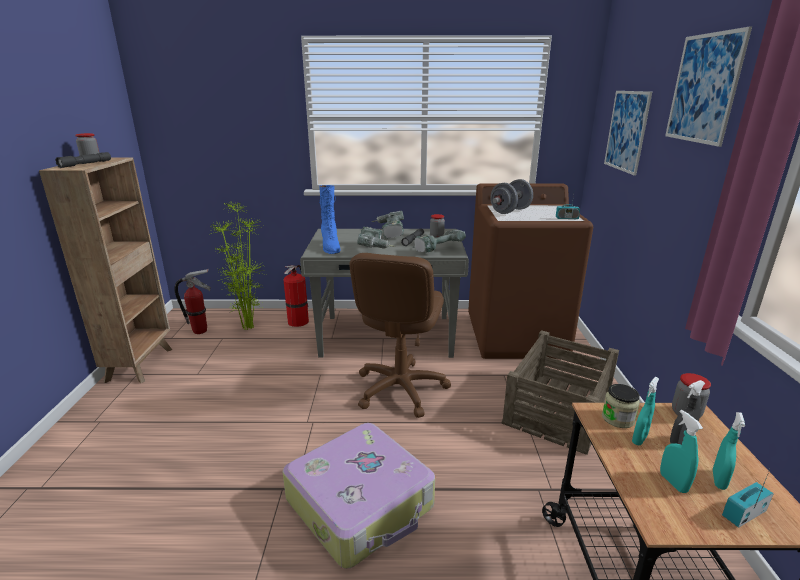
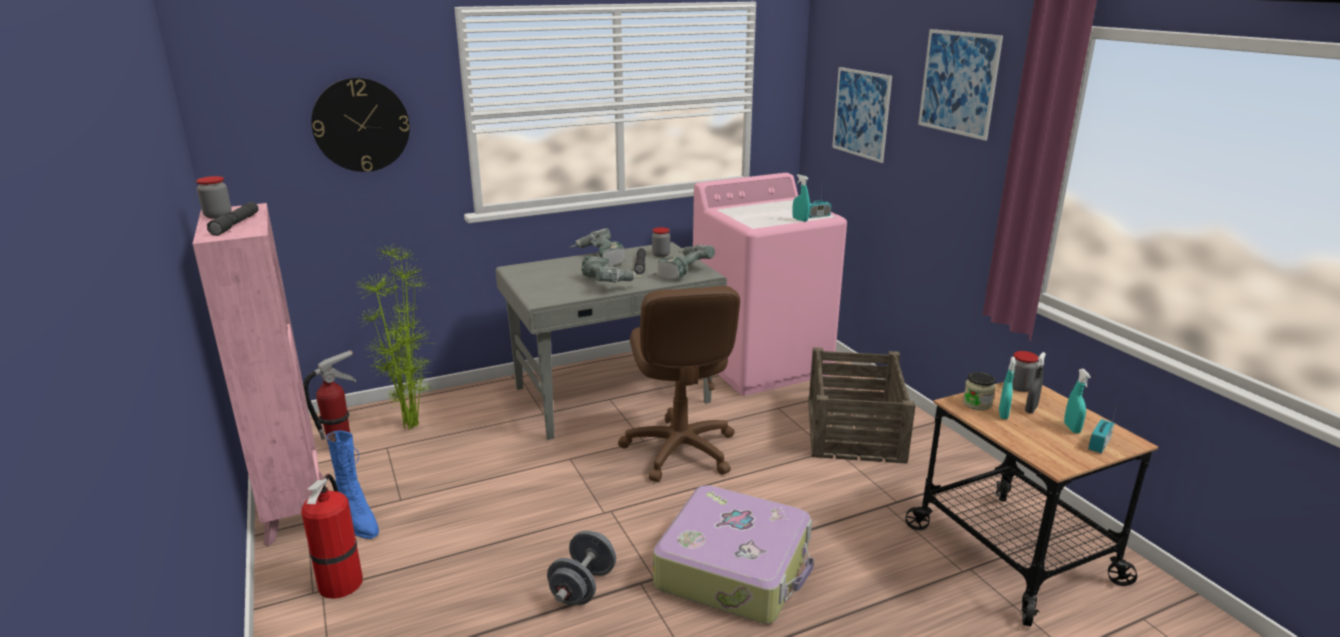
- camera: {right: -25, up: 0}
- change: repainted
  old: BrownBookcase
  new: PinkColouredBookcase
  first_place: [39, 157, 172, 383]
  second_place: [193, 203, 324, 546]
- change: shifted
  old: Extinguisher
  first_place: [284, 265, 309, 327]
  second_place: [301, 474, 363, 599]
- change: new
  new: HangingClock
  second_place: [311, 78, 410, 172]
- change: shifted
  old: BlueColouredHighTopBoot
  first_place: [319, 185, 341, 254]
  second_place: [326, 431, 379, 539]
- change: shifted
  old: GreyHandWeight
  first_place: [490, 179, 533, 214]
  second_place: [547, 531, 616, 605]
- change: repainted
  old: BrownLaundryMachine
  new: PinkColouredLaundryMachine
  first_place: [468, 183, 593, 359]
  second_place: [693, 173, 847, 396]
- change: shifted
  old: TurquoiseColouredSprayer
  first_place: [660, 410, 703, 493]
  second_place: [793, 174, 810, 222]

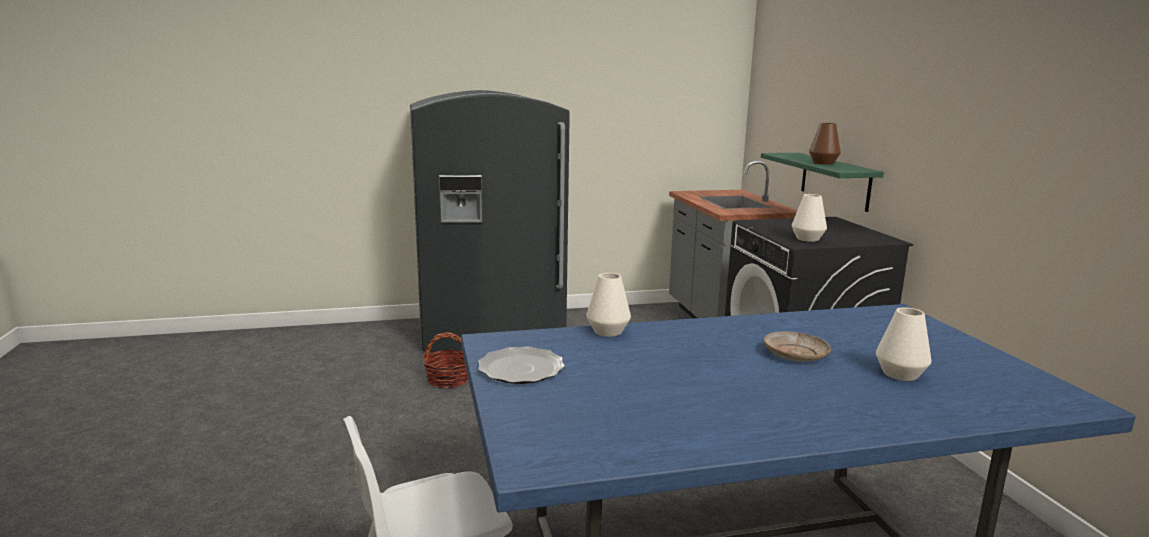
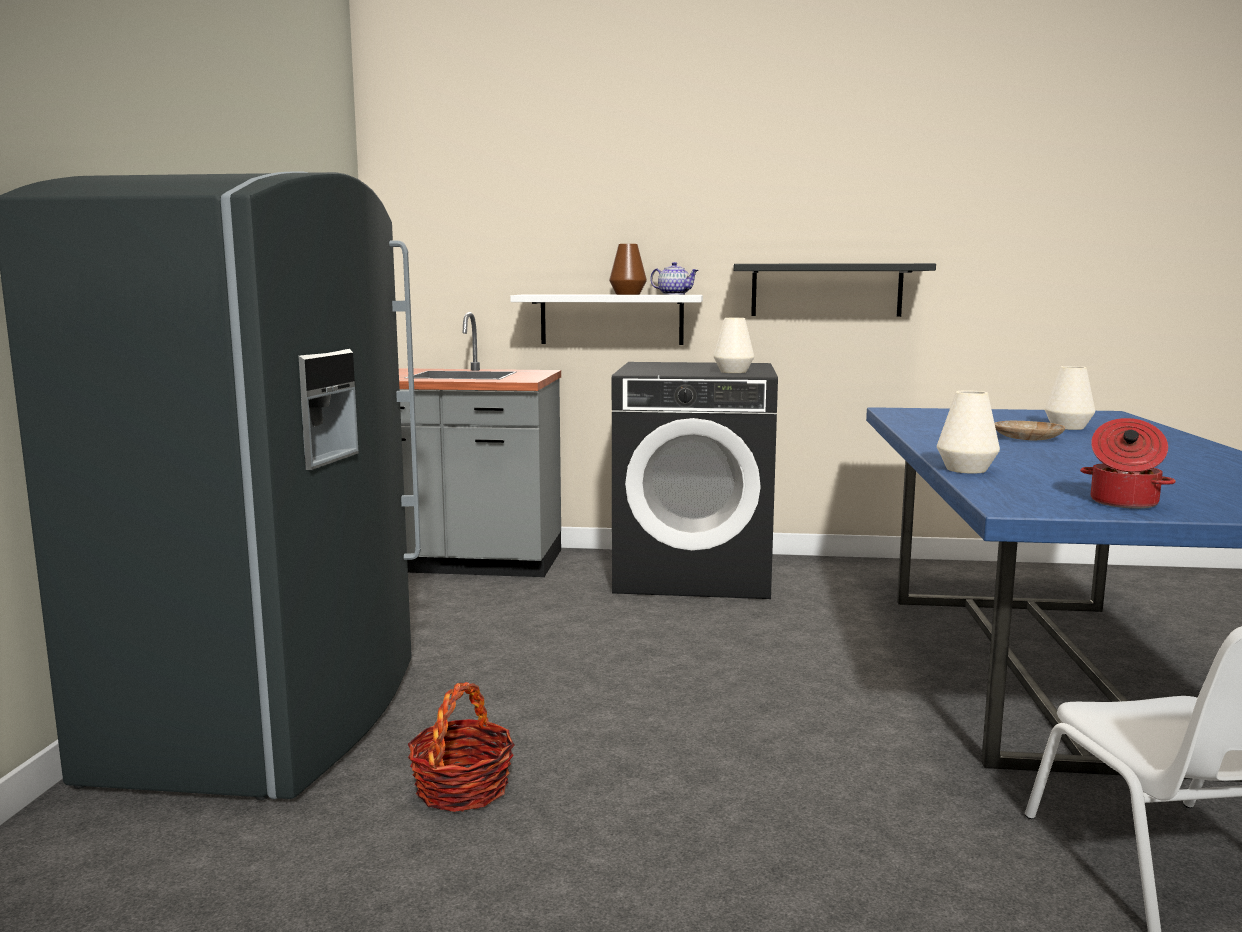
- camera: {right: -70, up: -5}
- change: repainted
  old: GreenWallShelf
  new: WhitishWallShelf
  first_place: [761, 153, 884, 212]
  second_place: [510, 294, 703, 345]
- change: new
  new: Teapot
  second_place: [650, 262, 699, 295]
- change: new
  new: BlackWallShelf
  second_place: [733, 263, 936, 317]
- change: swapped
  old: FlatDish
  new: Stockpot
  first_place: [478, 347, 565, 384]
  second_place: [1080, 418, 1176, 509]

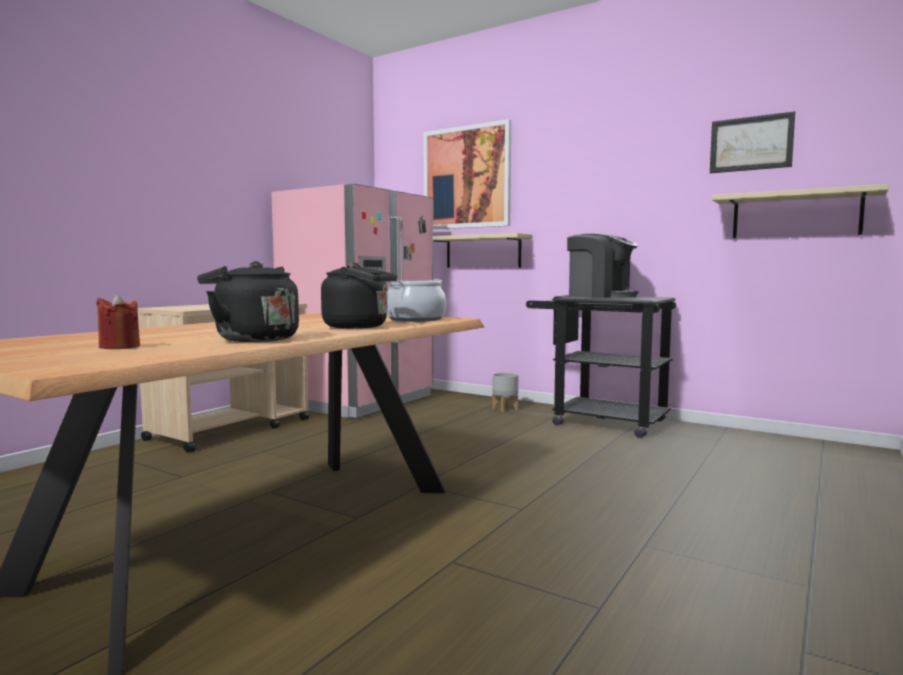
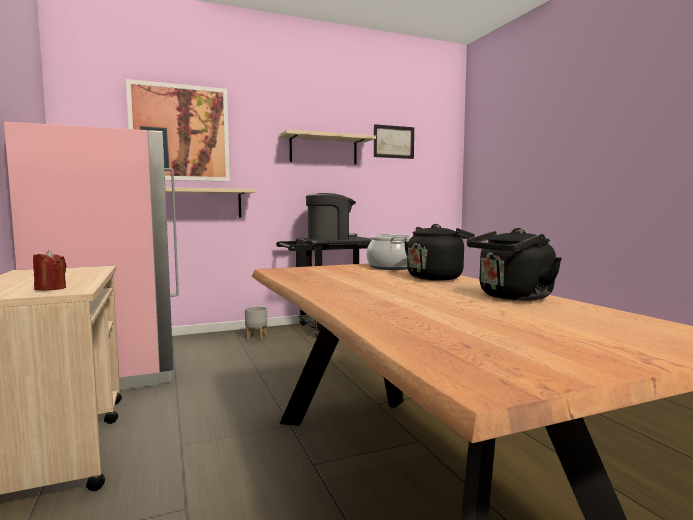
- camera: {right: -55, up: 0}
- change: shifted
  old: ReddishWaxLight
  first_place: [96, 294, 140, 349]
  second_place: [33, 250, 67, 290]
- change: shifted
  old: SandColouredWallShelf
  first_place: [712, 184, 889, 238]
  second_place: [279, 130, 376, 165]

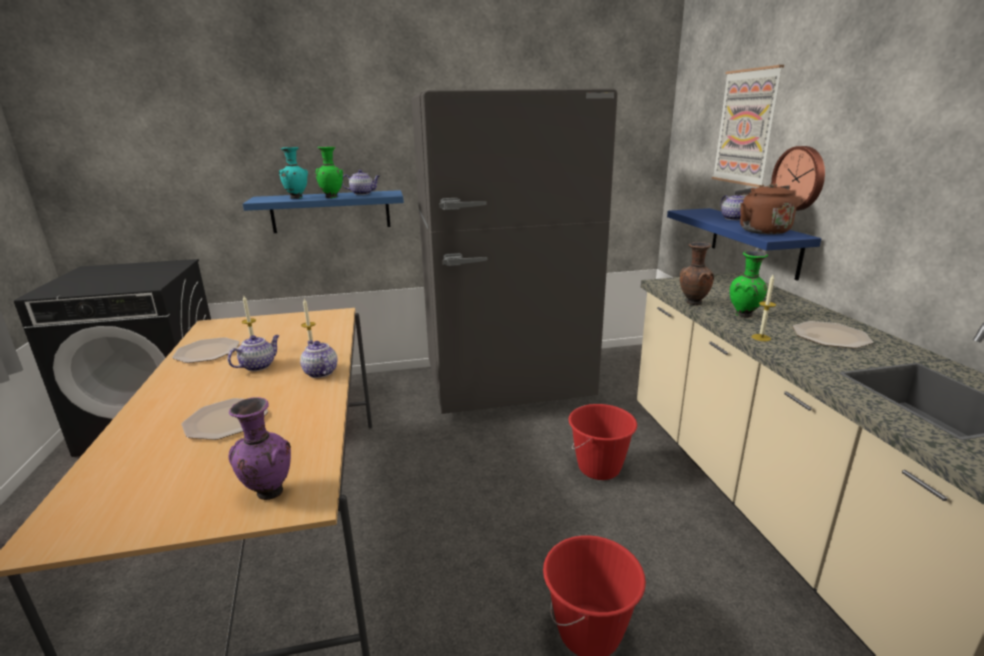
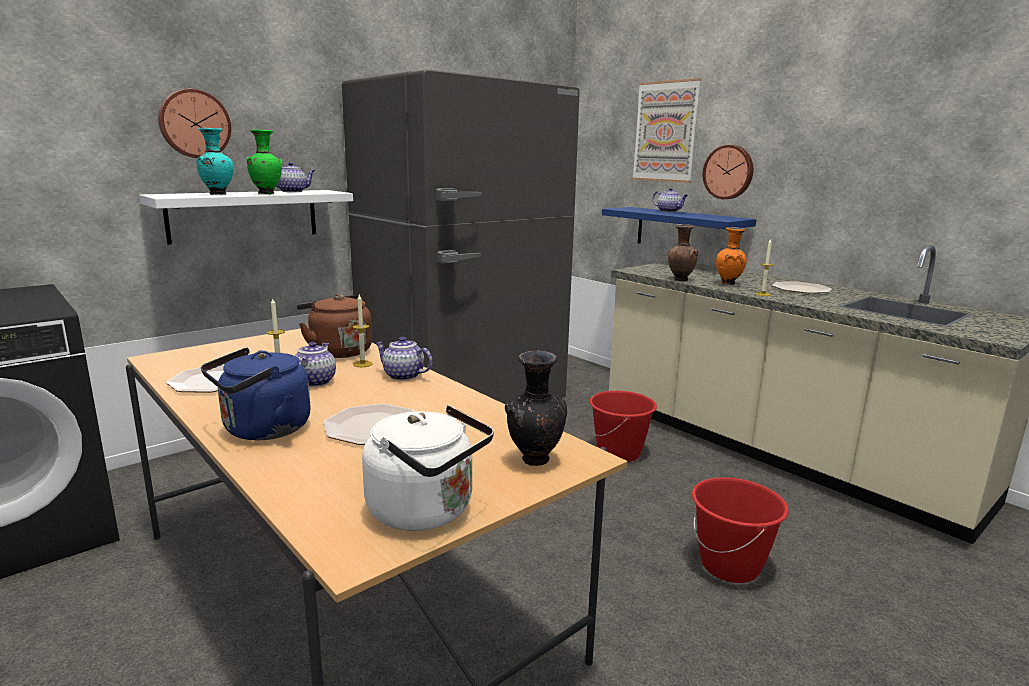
- camera: {right: -30, up: -5}
- change: repainted
  old: BlueColouredWallShelf
  new: WhitishWallShelf
  first_place: [243, 190, 404, 233]
  second_place: [139, 190, 353, 245]
- change: new
  new: HangingClock
  second_place: [158, 89, 231, 158]
- change: new
  new: BlueColouredKettle
  second_place: [201, 348, 311, 440]
- change: shifted
  old: BrownKettle
  first_place: [734, 183, 797, 234]
  second_place: [297, 294, 372, 358]
- change: new
  new: WhitishKettle
  second_place: [362, 405, 494, 531]
- change: repainted
  old: PurpleFlowerVase
  new: BlackFlowerVase
  first_place: [228, 397, 291, 500]
  second_place: [505, 351, 567, 466]
- change: repainted
  old: GreenFlowerVase
  new: OrangeColouredFlowerVase
  first_place: [730, 251, 768, 318]
  second_place: [716, 227, 747, 285]

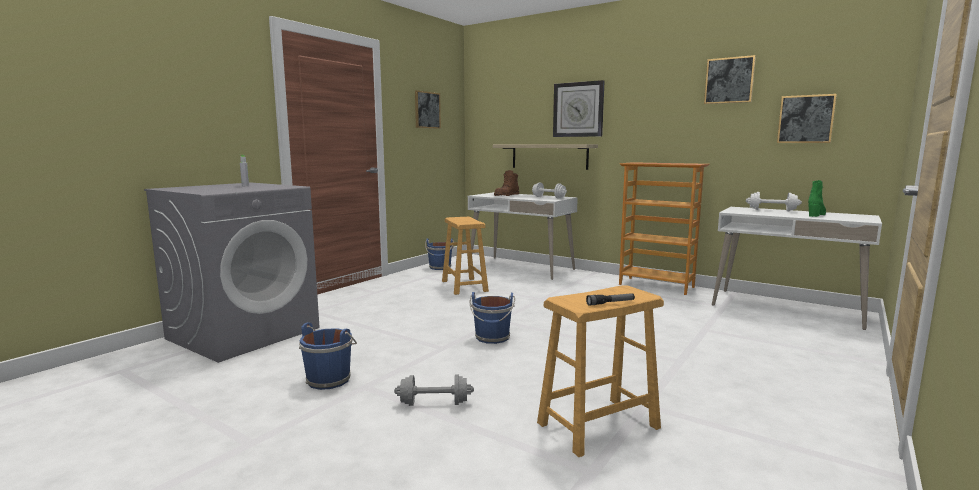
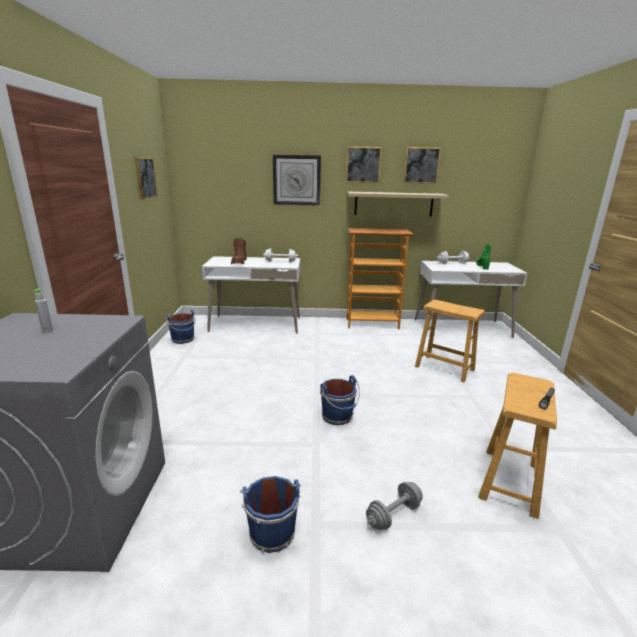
- camera: {right: -35, up: 10}
- change: shifted
  old: WallPicture
  first_place: [777, 94, 837, 143]
  second_place: [346, 146, 382, 183]
- change: shifted
  old: WallShelf
  first_place: [493, 144, 598, 170]
  second_place: [347, 192, 450, 216]
- change: shifted
  old: BrownSittingStool
  first_place: [442, 217, 489, 295]
  second_place: [415, 300, 485, 382]

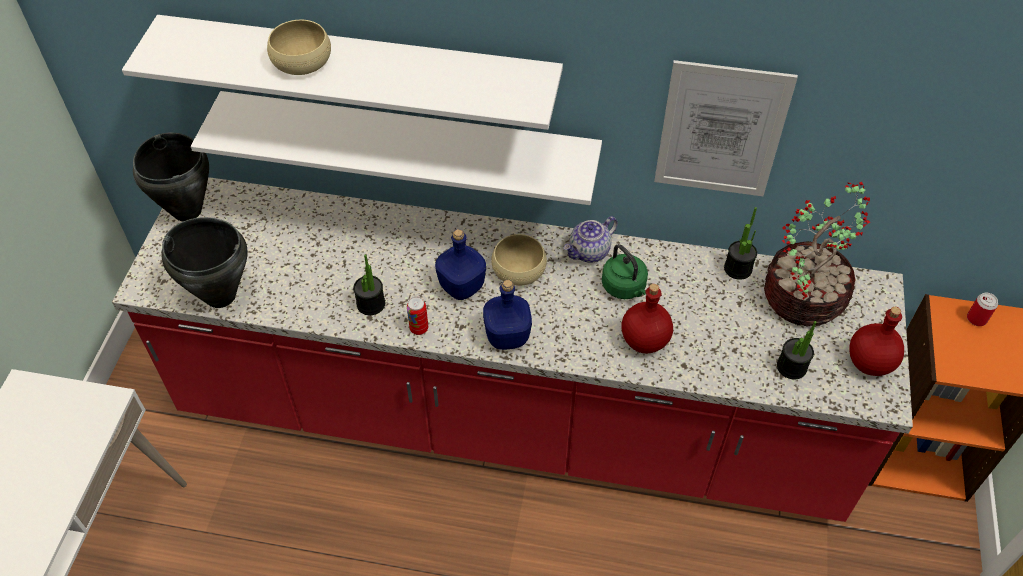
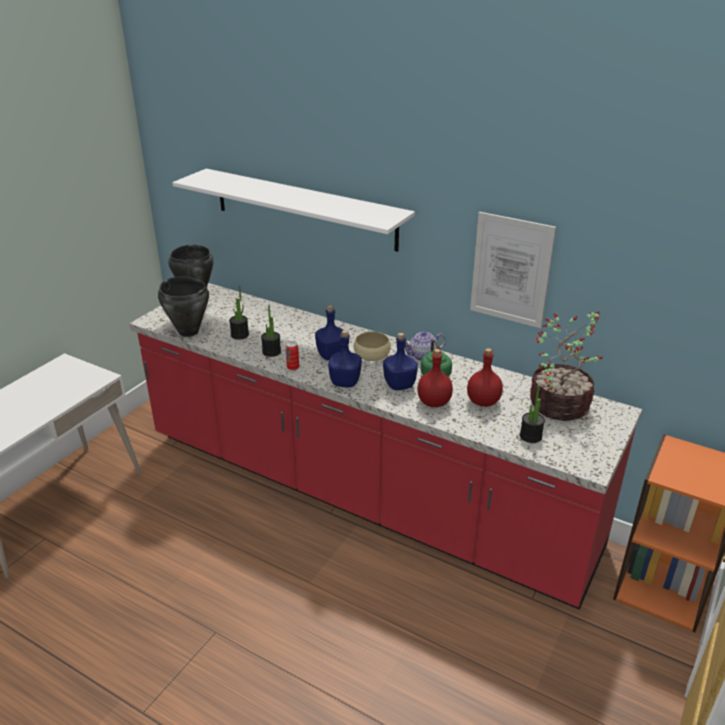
- camera: {right: 20, up: -20}
- change: shifted
  old: PottedPlant
  first_place: [724, 207, 757, 280]
  second_place: [229, 285, 249, 340]
- change: new
  new: BlueColouredBottle
  second_place: [383, 333, 418, 390]
- change: shifted
  old: ReddishBottle
  first_place: [849, 307, 904, 376]
  second_place: [467, 348, 503, 407]
- change: gone
  old: WhitishWallShelf
  first_place: [191, 91, 602, 205]
- change: gone
  old: SandColouredDeepDish
  first_place: [267, 20, 331, 75]
- change: gone
  old: Can
  first_place: [967, 293, 998, 326]

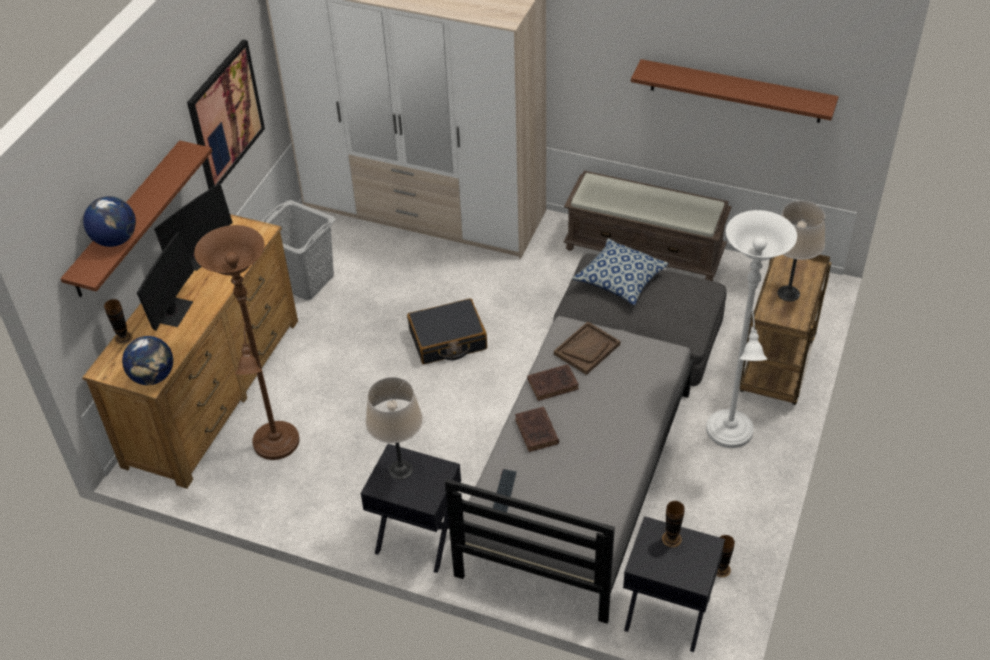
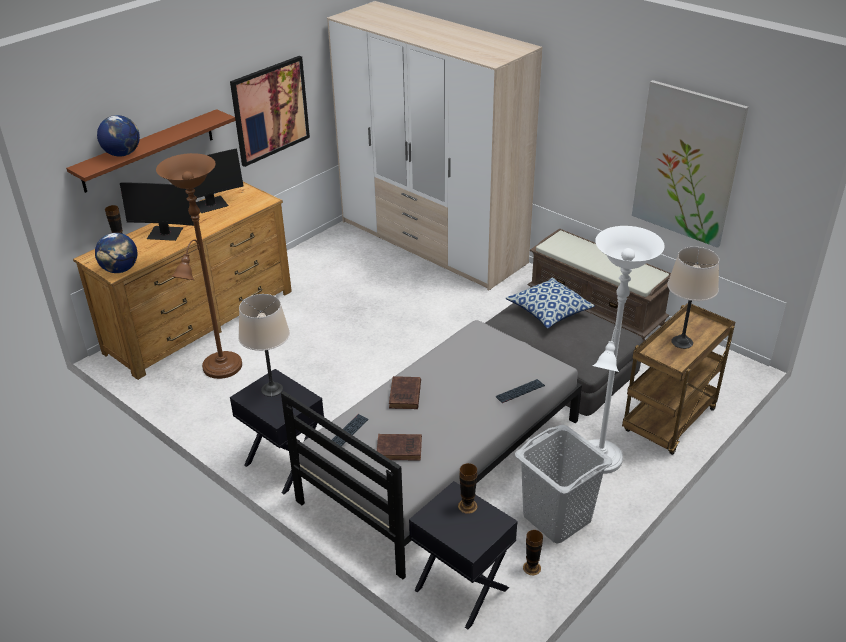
- camera: {right: 20, up: -10}
- change: rotated
  old: ComputerScreen
  first_place: [137, 232, 194, 331]
  second_place: [120, 182, 194, 241]
  degrees: 60
- change: shifted
  old: BrownBook
  first_place: [527, 364, 579, 401]
  second_place: [377, 434, 422, 461]
- change: new
  new: Keyboard
  second_place: [496, 379, 545, 403]
- change: shifted
  old: GreyWashingBasket
  first_place: [261, 200, 335, 300]
  second_place: [515, 425, 613, 544]
- change: swapped
  old: BrownWallShelf
  new: WallPicture
  first_place: [631, 59, 839, 123]
  second_place: [632, 80, 748, 248]
- change: gone
  old: BlackTravelCase
  first_place: [407, 298, 487, 364]
- change: gone
  old: BrownServingTray
  first_place: [554, 322, 620, 375]

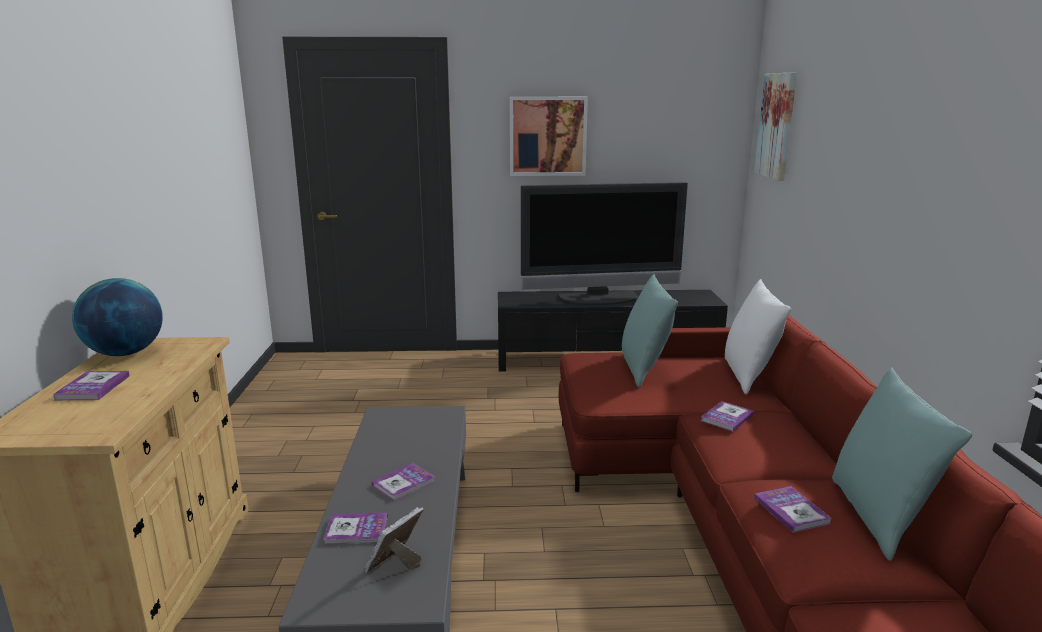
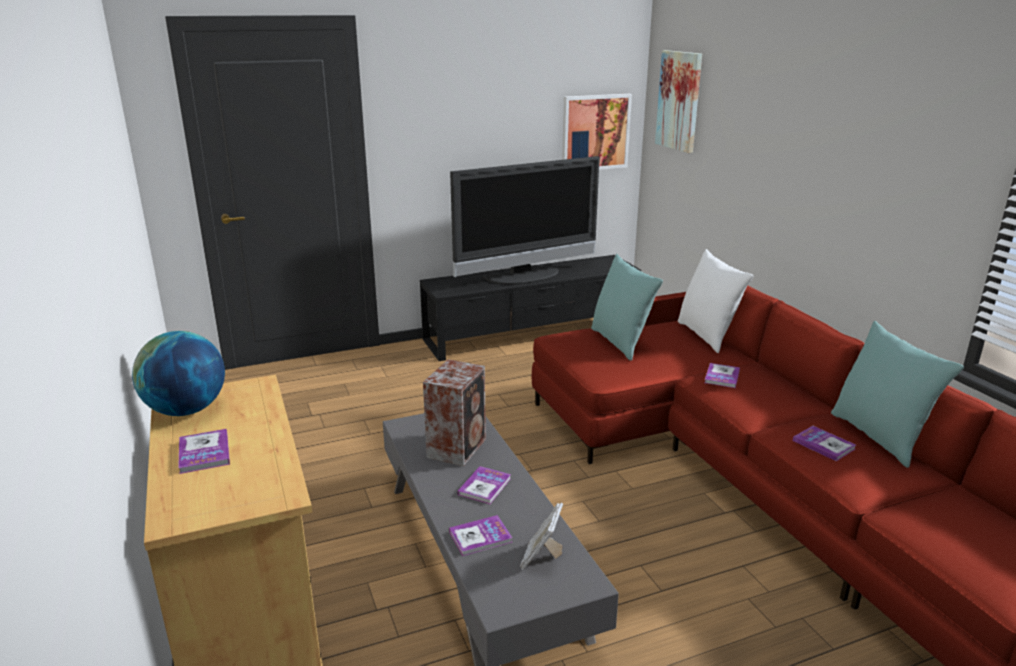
- camera: {right: -20, up: 5}
- change: new
  new: Loudspeaker
  second_place: [423, 359, 486, 466]
- change: shifted
  old: WallPicture
  first_place: [510, 96, 588, 176]
  second_place: [562, 94, 632, 170]

